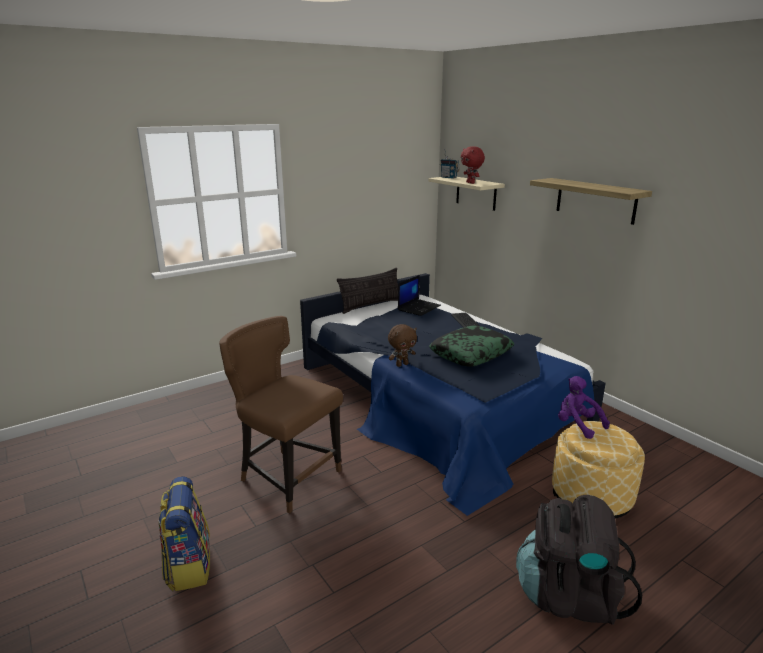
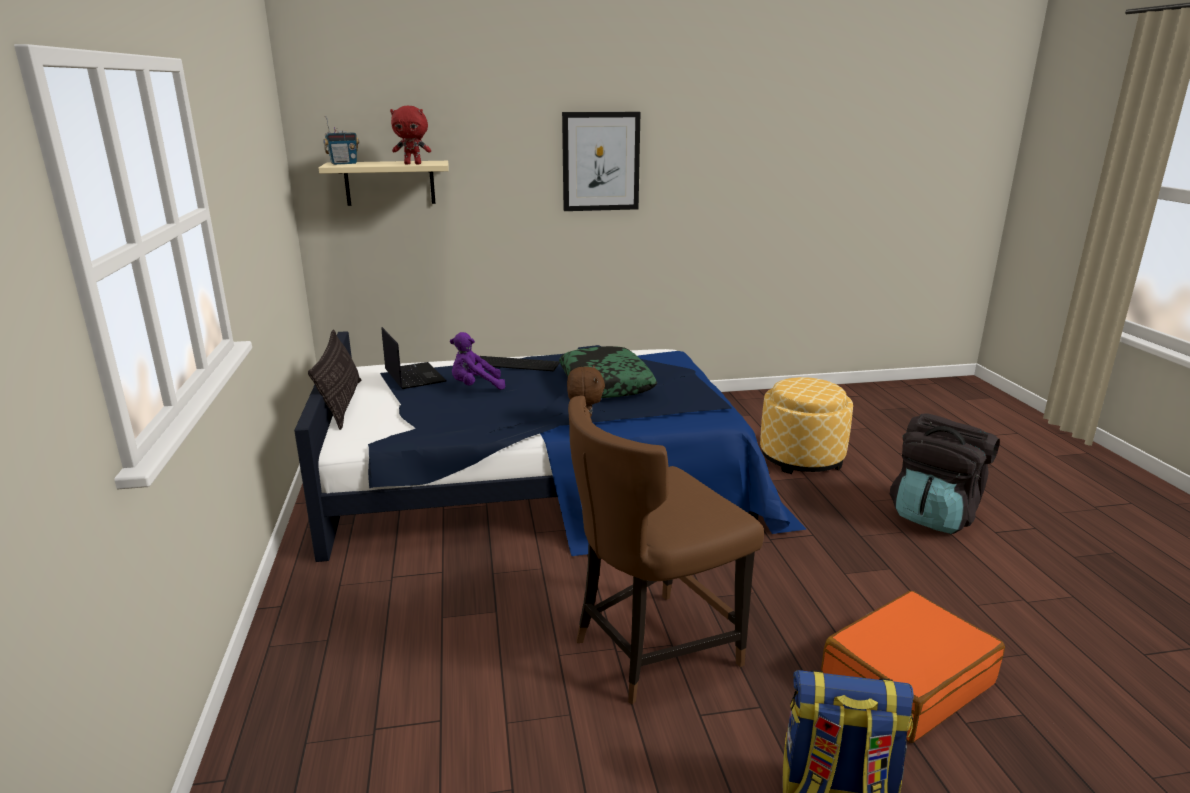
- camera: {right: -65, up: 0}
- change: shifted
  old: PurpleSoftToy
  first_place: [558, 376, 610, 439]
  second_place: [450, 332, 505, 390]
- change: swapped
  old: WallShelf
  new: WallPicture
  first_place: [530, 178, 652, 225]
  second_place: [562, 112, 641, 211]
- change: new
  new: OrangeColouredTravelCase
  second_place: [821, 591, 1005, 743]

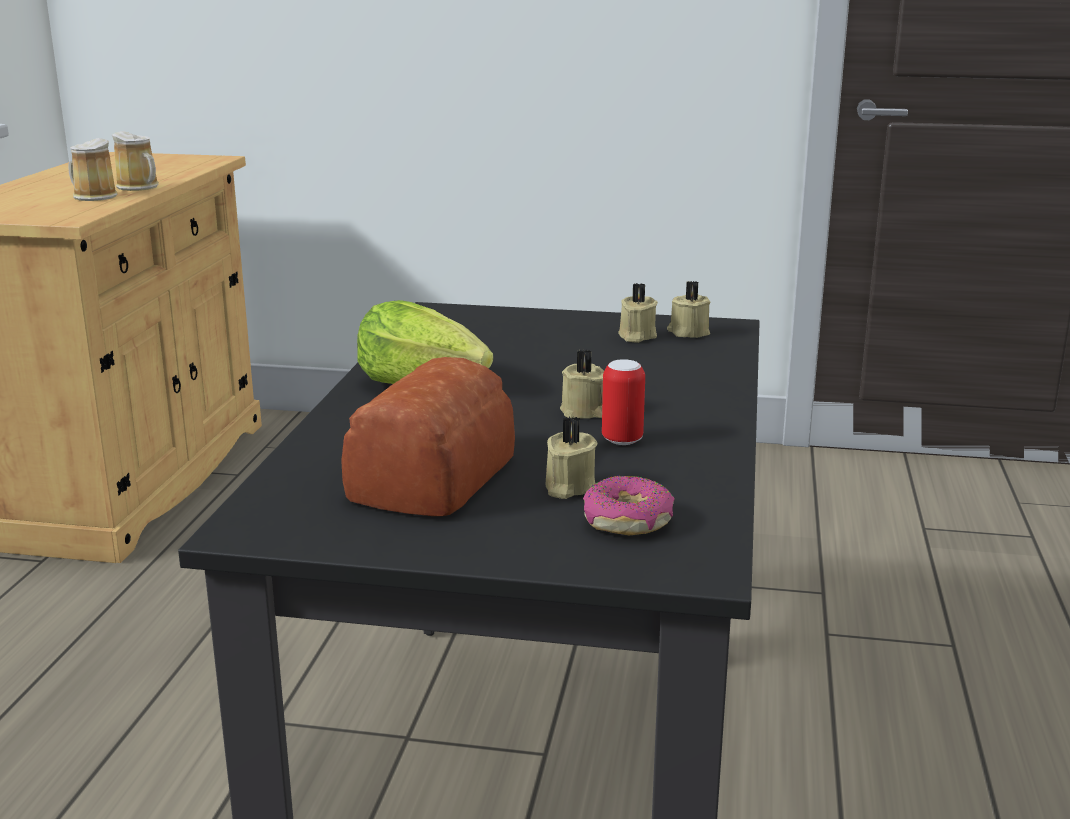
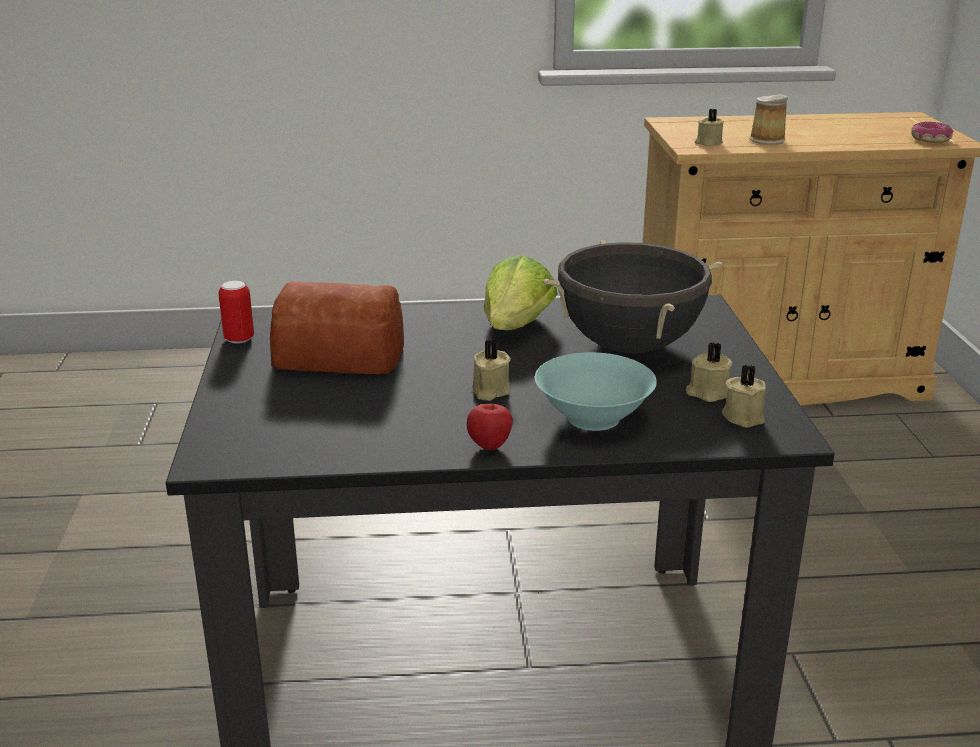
- camera: {right: 75, up: 5}
- change: shifted
  old: Can
  first_place: [602, 359, 645, 445]
  second_place: [219, 281, 254, 344]
- change: new
  new: WholeApple
  second_place: [467, 404, 513, 450]
- change: new
  new: TurquoiseColouredDeepDish
  second_place: [535, 352, 657, 431]
- change: new
  new: BlackStockpot
  second_place: [543, 240, 722, 353]
- change: shifted
  old: SandColouredWaxLight
  first_place: [546, 416, 598, 499]
  second_place: [695, 109, 724, 146]
- change: shifted
  old: Donut
  first_place: [583, 476, 675, 536]
  second_place: [911, 122, 954, 143]
- change: gone
  old: CoffeeMug
  first_place: [112, 131, 159, 191]

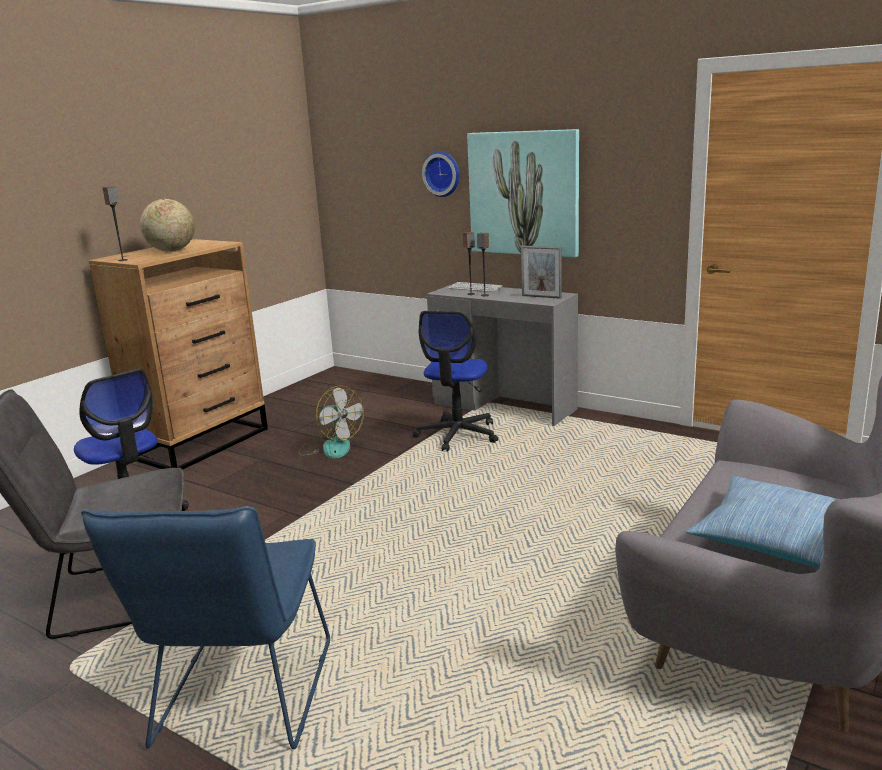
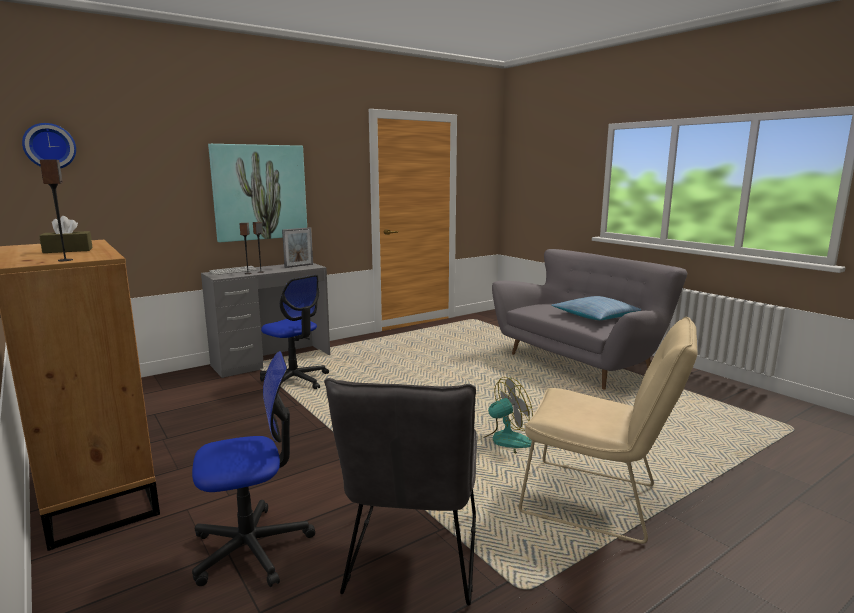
- camera: {right: -70, up: -5}
- change: shifted
  old: HangingClock
  first_place: [422, 151, 460, 197]
  second_place: [22, 123, 76, 169]
- change: swapped
  old: Globe
  new: BrownTissueBox
  first_place: [140, 199, 195, 252]
  second_place: [39, 216, 93, 253]
- change: shifted
  old: Fan
  first_place: [298, 386, 364, 459]
  second_place: [478, 377, 533, 454]
- change: repainted
  old: BlueColouredUprightChair
  new: SandColouredUprightChair
  first_place: [81, 506, 330, 749]
  second_place: [519, 317, 697, 544]

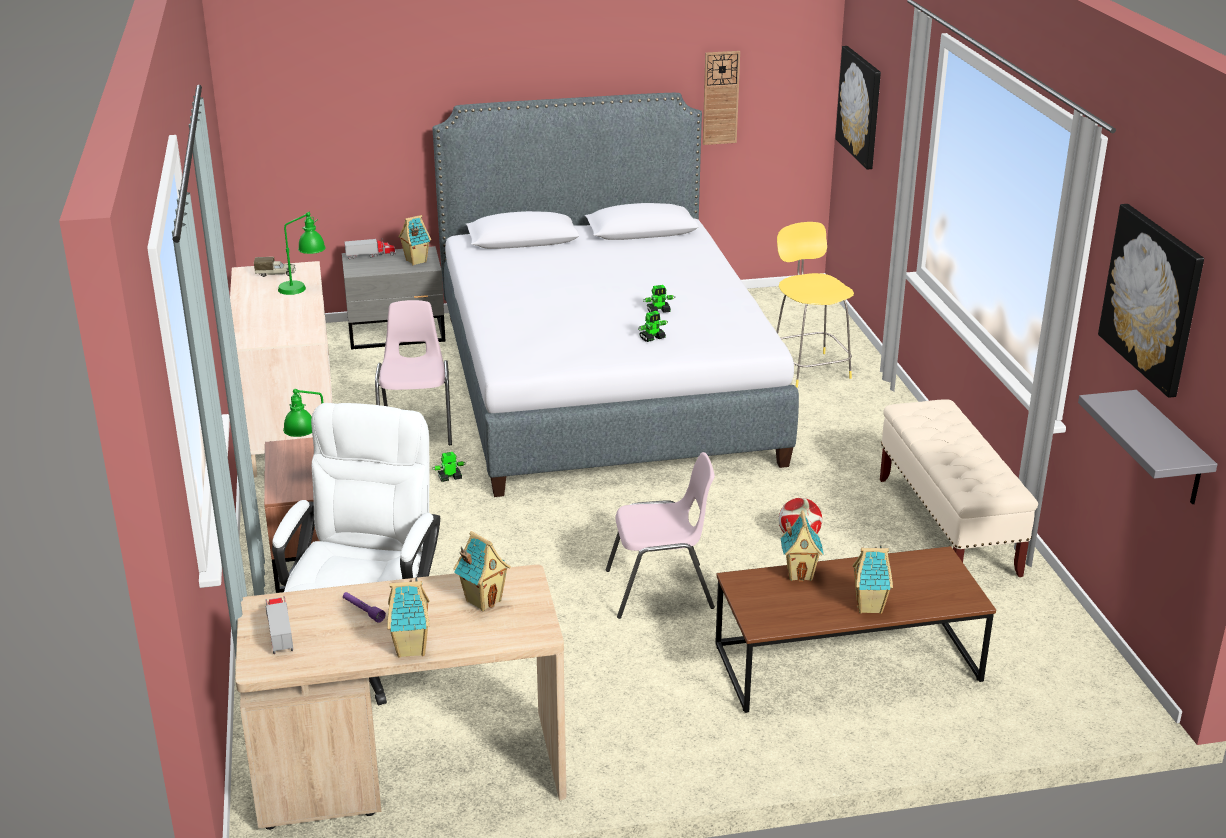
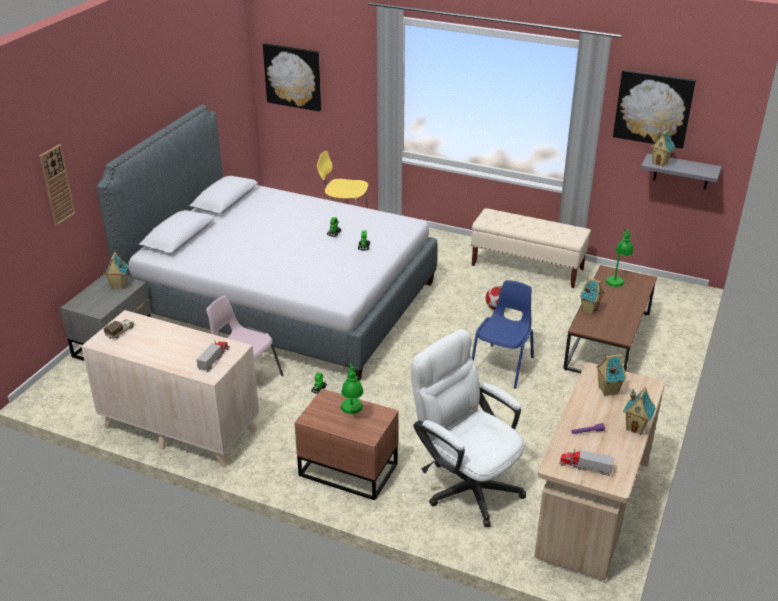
- camera: {right: -55, up: 5}
- change: shifted
  old: HangingClock
  first_place: [703, 51, 740, 145]
  second_place: [39, 144, 76, 226]
- change: shifted
  old: ModelTruck
  first_place: [344, 238, 396, 259]
  second_place: [197, 340, 230, 372]
- change: repainted
  old: PinkColouredUprightChair
  new: BlueColouredUprightChair
  first_place: [606, 452, 715, 619]
  second_place: [472, 280, 534, 389]
- change: shifted
  old: GreenTableLamp
  first_place: [278, 211, 326, 295]
  second_place: [606, 229, 633, 287]
- change: shifted
  old: MiniatureHouse
  first_place: [852, 545, 893, 614]
  second_place: [650, 129, 675, 167]

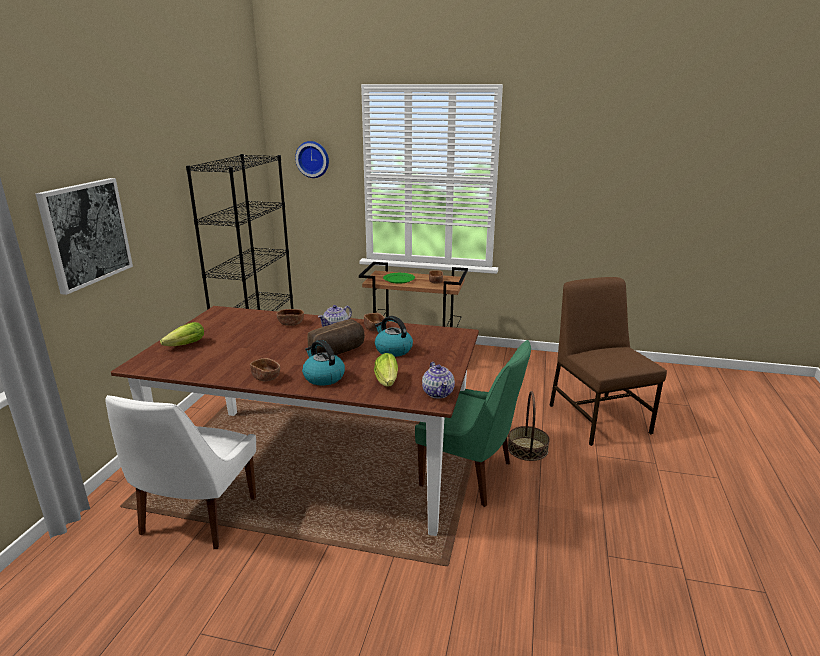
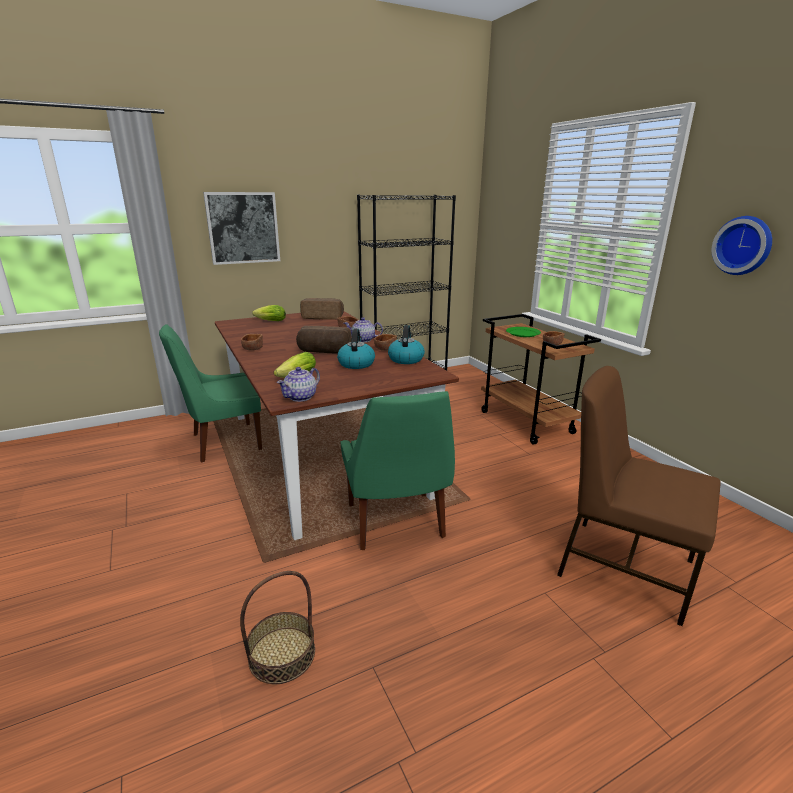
- camera: {right: 50, up: 0}
- change: repainted
  old: WhitishUprightChair
  new: GreenUprightChair
  first_place: [105, 395, 256, 549]
  second_place: [159, 324, 262, 462]
- change: shifted
  old: Basket
  first_place: [508, 391, 550, 461]
  second_place: [240, 571, 315, 684]
- change: new
  new: BakedBread
  second_place: [300, 298, 344, 320]
- change: shifted
  old: Kettle
  first_place: [302, 340, 345, 386]
  second_place: [388, 325, 425, 364]
- change: rotated
  old: BrownUprightChair
  first_place: [550, 277, 667, 446]
  second_place: [557, 366, 721, 626]
  degrees: -90
- change: shifted
  old: HangingClock
  first_place: [295, 141, 329, 178]
  second_place: [712, 216, 772, 275]

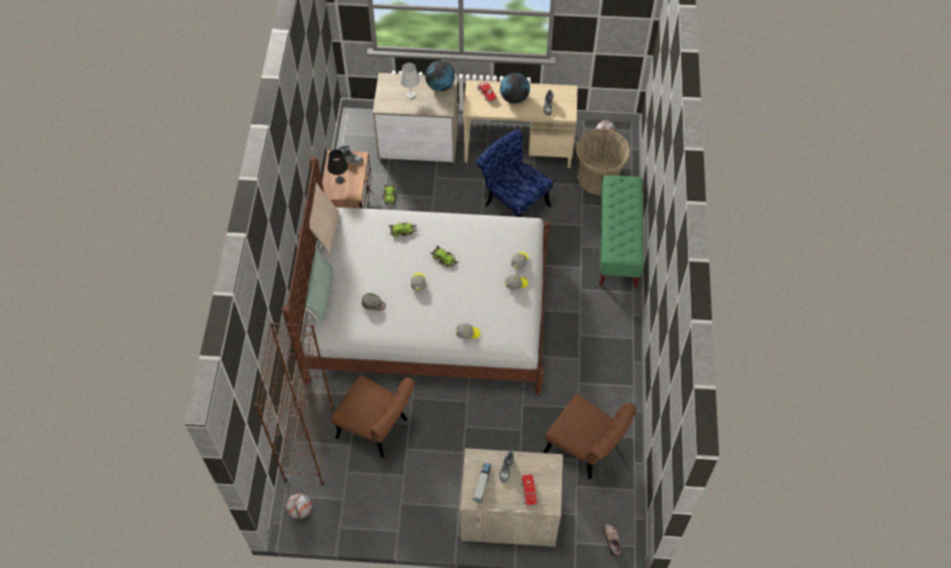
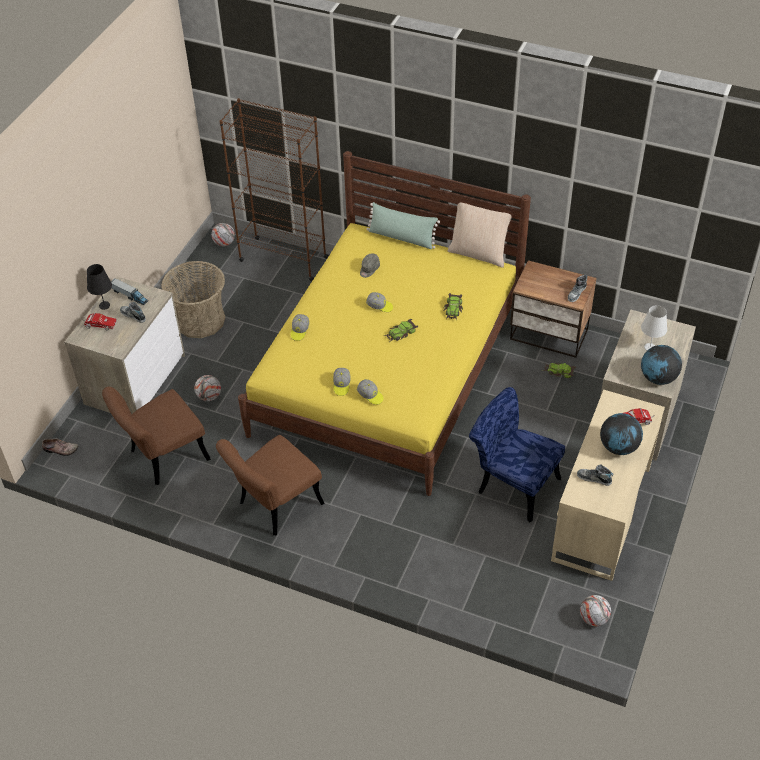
- camera: {right: 110, up: -10}
- change: shifted
  old: BlackTableLamp
  first_place: [327, 149, 348, 184]
  second_place: [87, 264, 112, 310]
- change: shifted
  old: Basket
  first_place: [576, 128, 630, 195]
  second_place: [161, 261, 225, 338]
- change: new
  new: Football
  second_place: [194, 375, 221, 401]
- change: shifted
  old: BrownUprightChair
  first_place: [331, 375, 415, 458]
  second_place: [216, 435, 325, 536]
- change: repainted
  old: WhitishSleepingBed
  new: YellowSleepingBed
  first_place: [282, 156, 550, 395]
  second_place: [238, 151, 531, 496]
- change: rotated
  old: BlueColouredUprightChair
  first_place: [476, 129, 553, 217]
  second_place: [469, 387, 565, 522]
  degrees: -120
- change: gone
  old: GreenIndoorBench
  first_place: [599, 175, 644, 288]

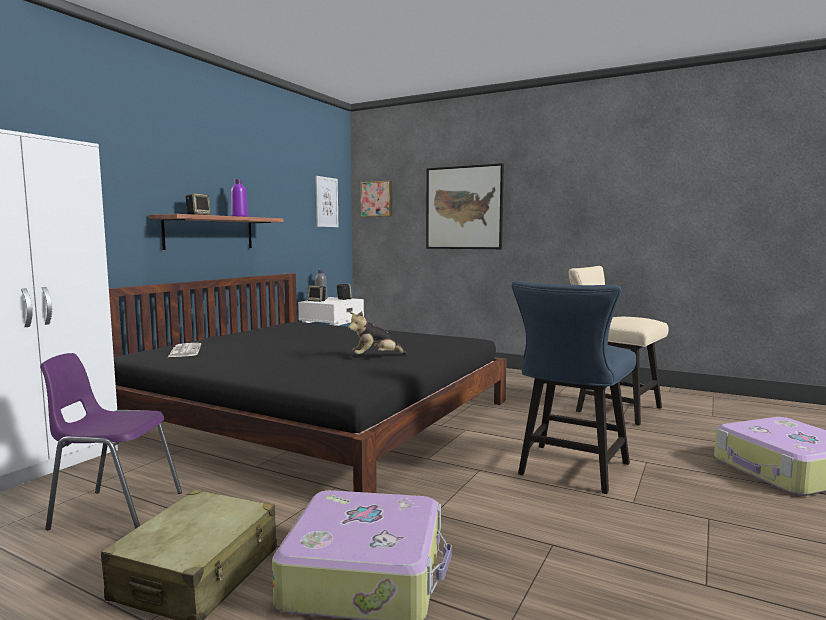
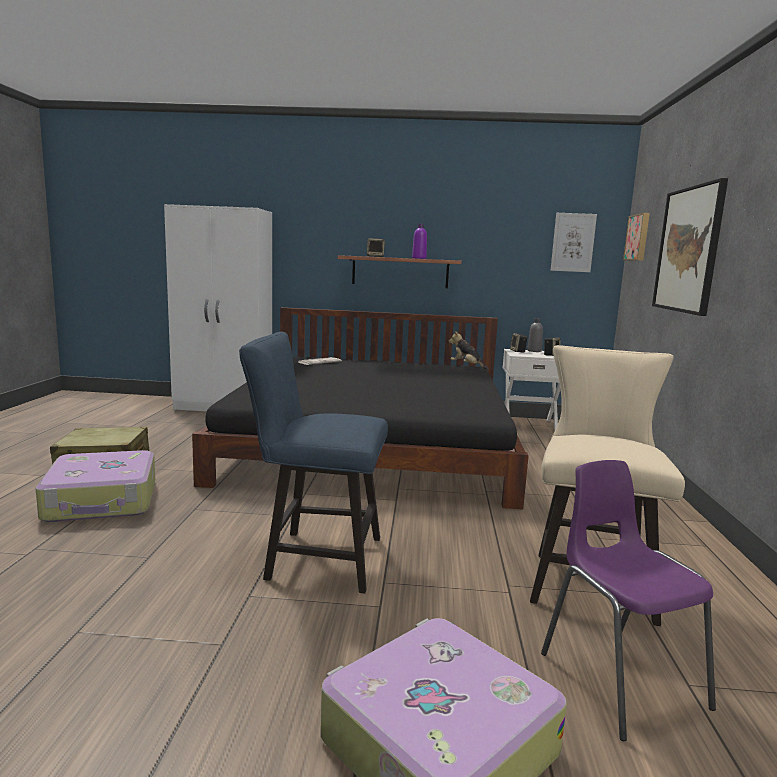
- camera: {right: 65, up: 5}
- change: shifted
  old: SoftToy
  first_place: [348, 311, 407, 355]
  second_place: [448, 331, 489, 370]
- change: shifted
  old: PurpleUprightChair
  first_place: [40, 353, 182, 530]
  second_place: [541, 460, 716, 741]

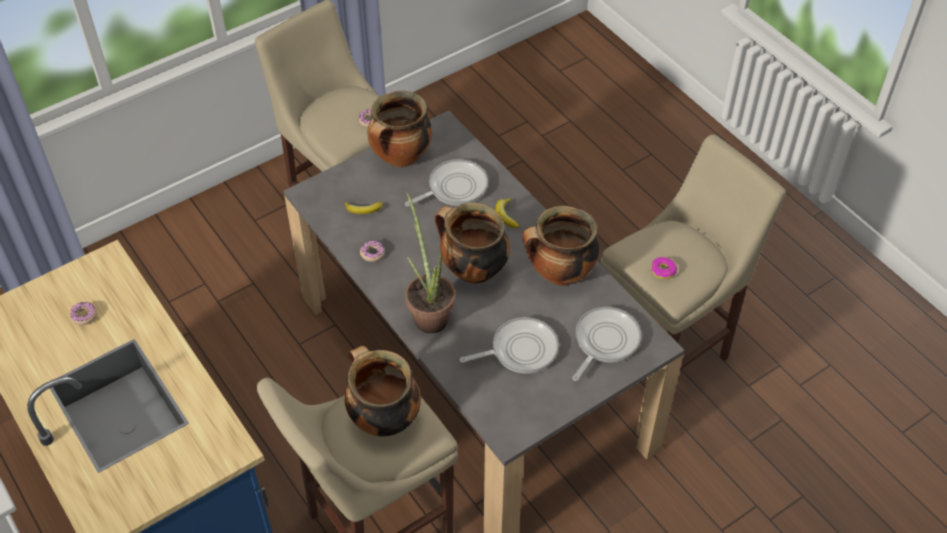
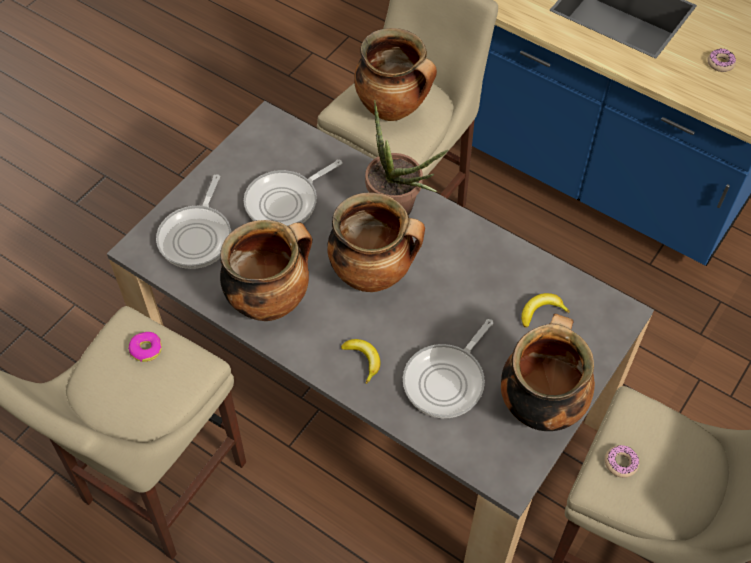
- camera: {right: 160, up: 5}
- change: gone
  old: Donut
  first_place: [360, 241, 385, 262]

